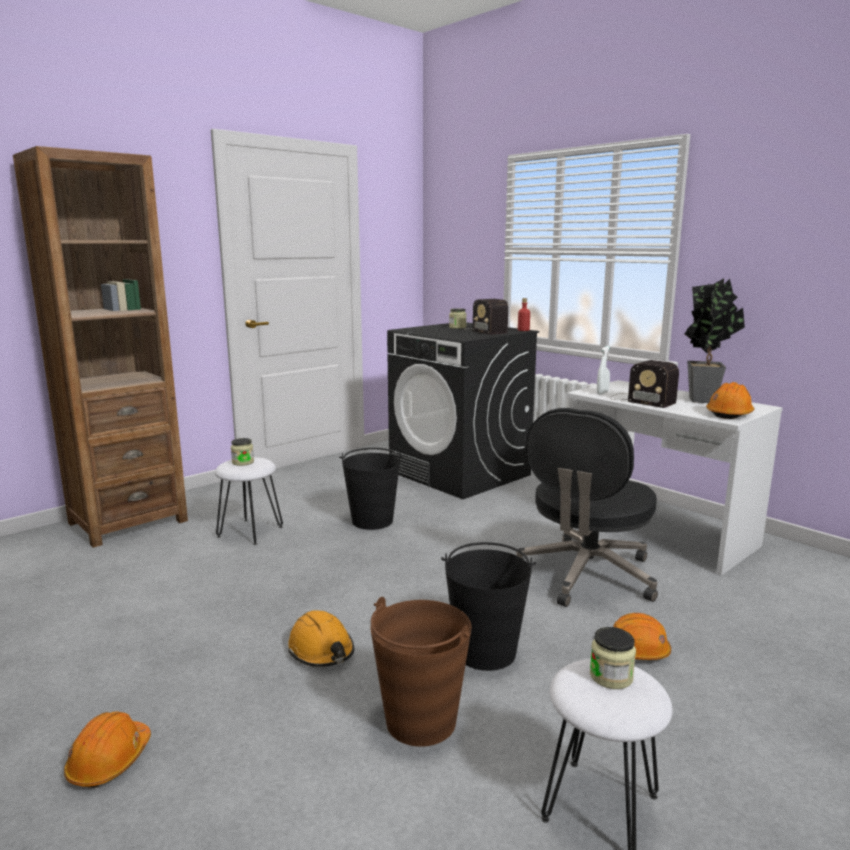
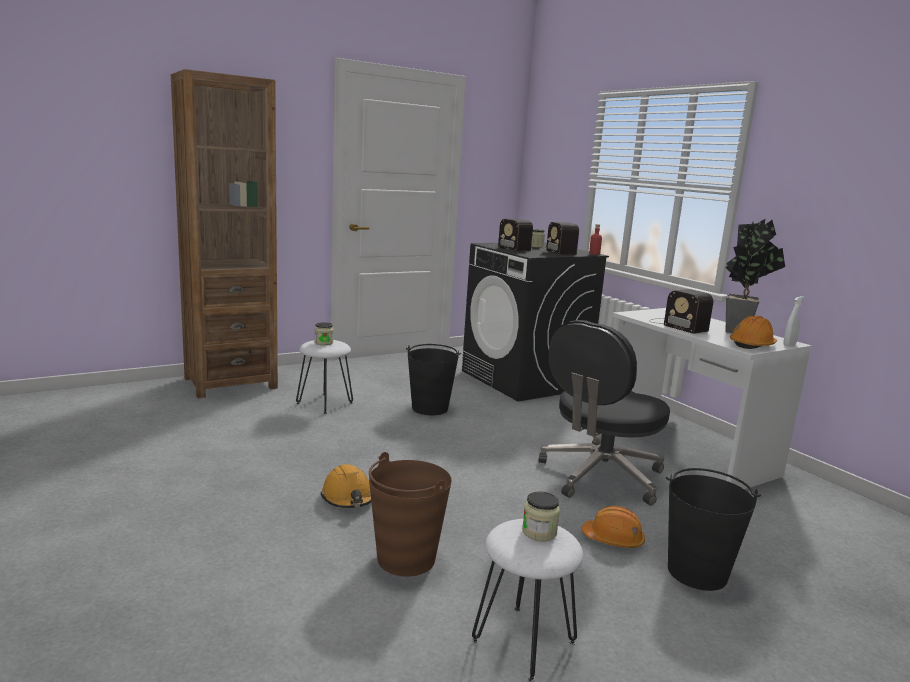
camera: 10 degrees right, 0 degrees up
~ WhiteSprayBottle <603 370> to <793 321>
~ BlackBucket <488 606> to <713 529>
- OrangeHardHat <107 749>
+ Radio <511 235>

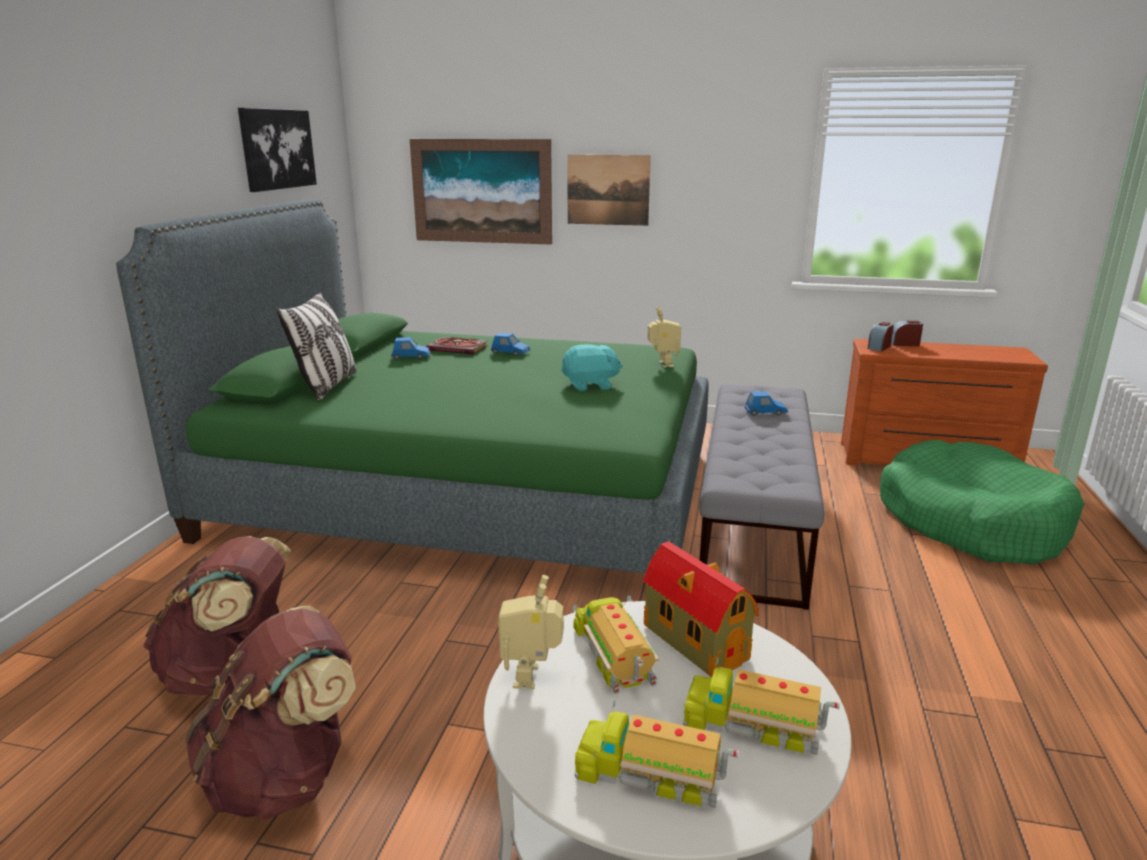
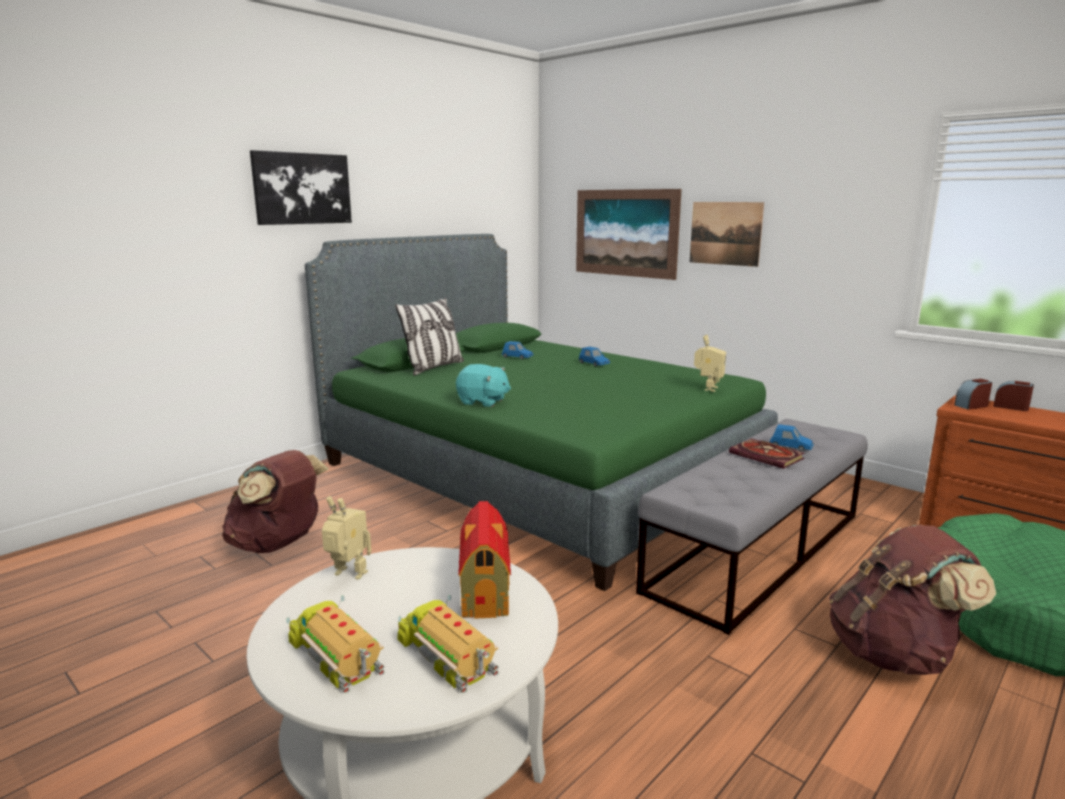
camera: 30 degrees right, 5 degrees down
~ Picture <277 150> to <301 187>
~ Book <457 345> to <766 453>
~ TurquoisePlushToy <592 367> to <483 385>
~ ToyRobot <531 632> = <346 538> 75 degrees clockwise
- ToyTruck <616 644>
~ BrownBackpack <270 713> to <912 600>

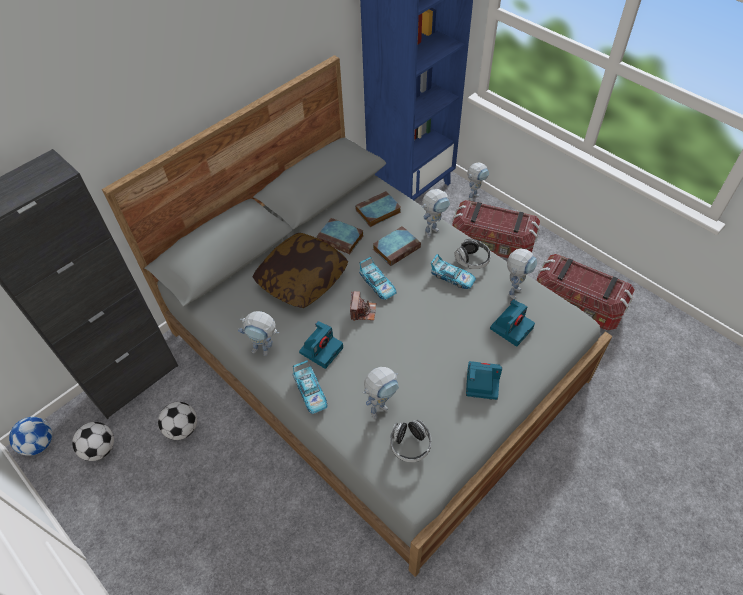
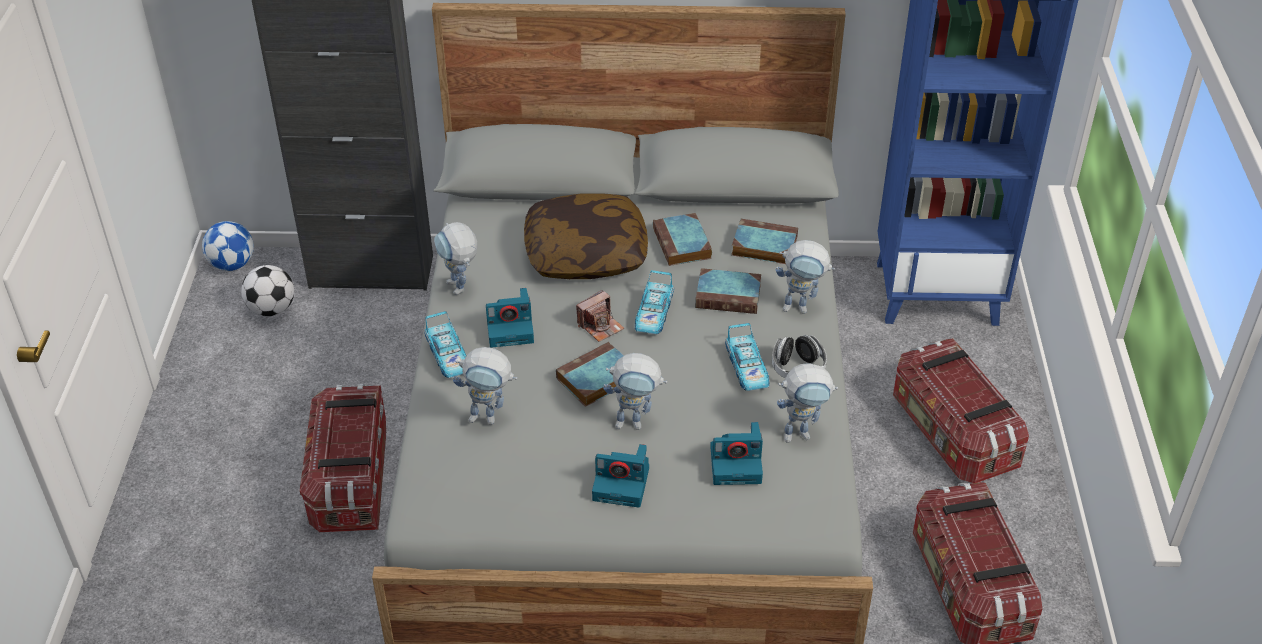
camera: 45 degrees right, 10 degrees down
~ ToyRobot <478 181> to <635 391>
~ ToyCar <309 387> = <445 344> 45 degrees counterclockwise
~ PhotoCamera <484 380> = <620 476> 135 degrees clockwise
- Football <177 421>
- Headphones <410 441>
+ Book <590 374>
+ StorageBox <343 458>

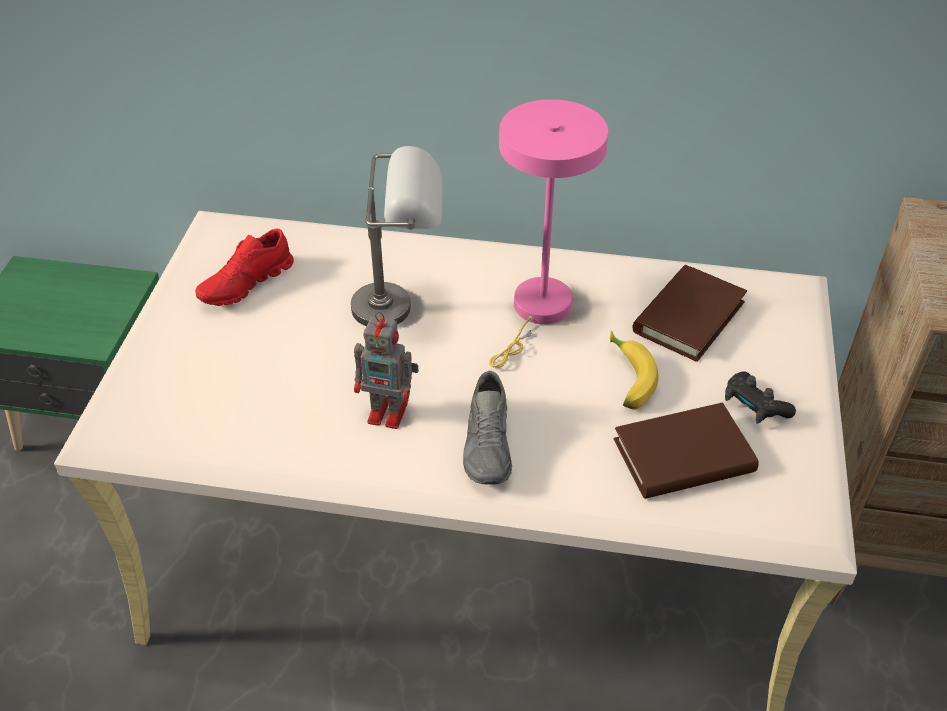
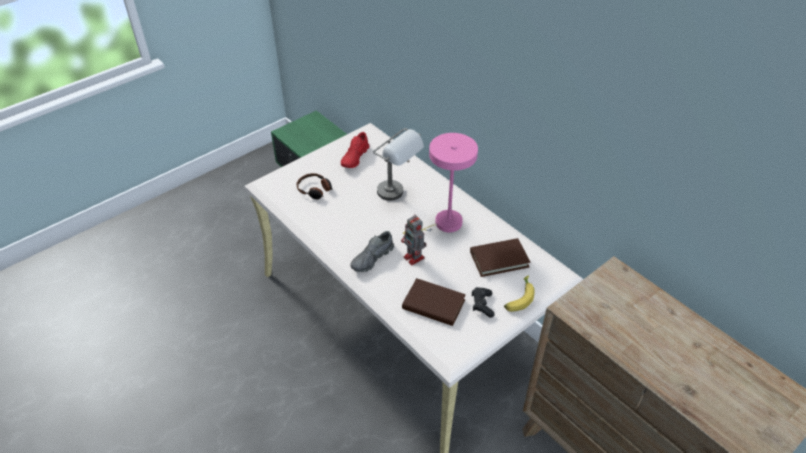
camera: 40 degrees right, 0 degrees up
~ RedShoe <244 267> = <355 150> 60 degrees counterclockwise
~ ToyRobot <386 370> to <414 239>
~ Banana <634 370> to <519 293>
+ Headphones <314 186>

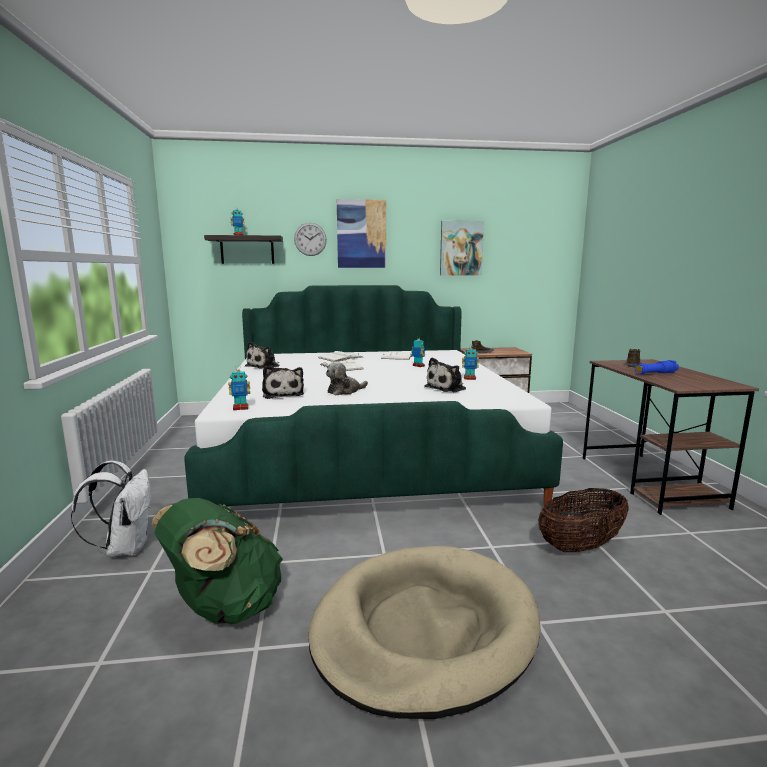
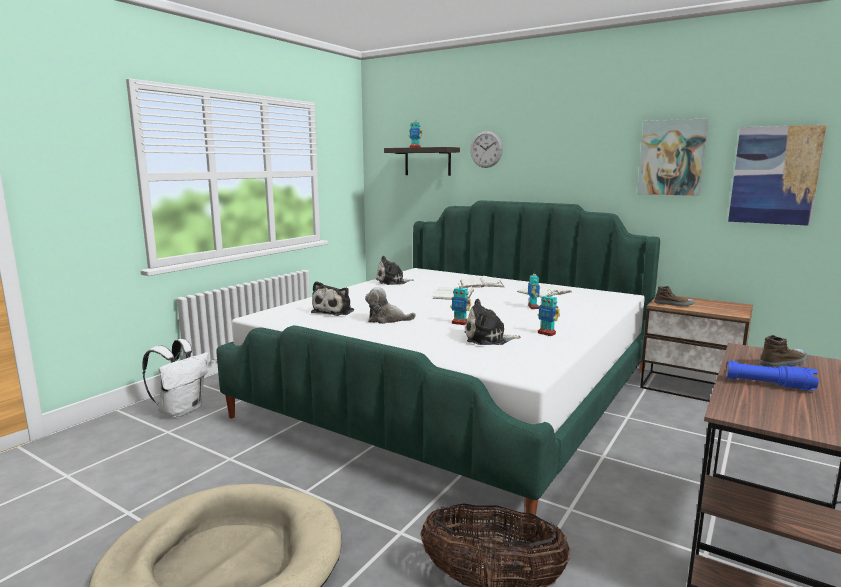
camera: 40 degrees right, 0 degrees up
~ Picture <361 233> to <777 175>
~ ToyRobot <239 387> to <460 303>
- GreenBackpack <217 561>

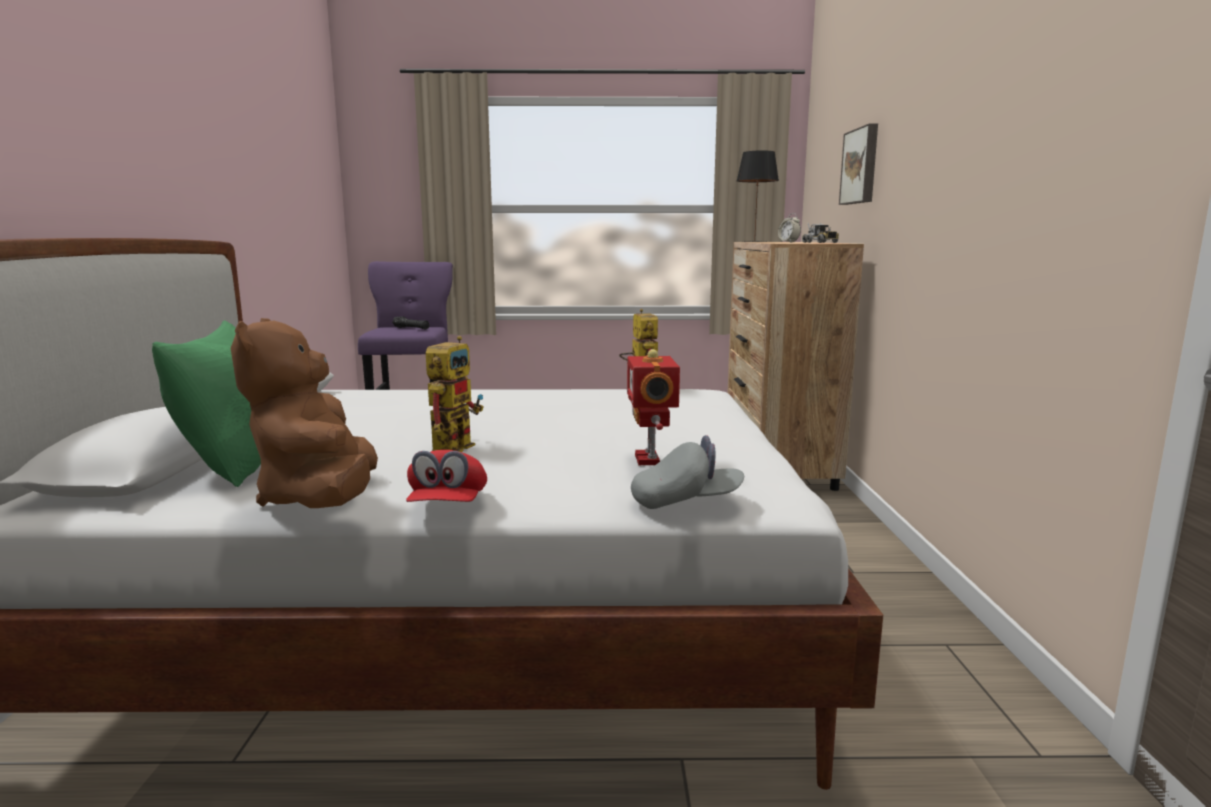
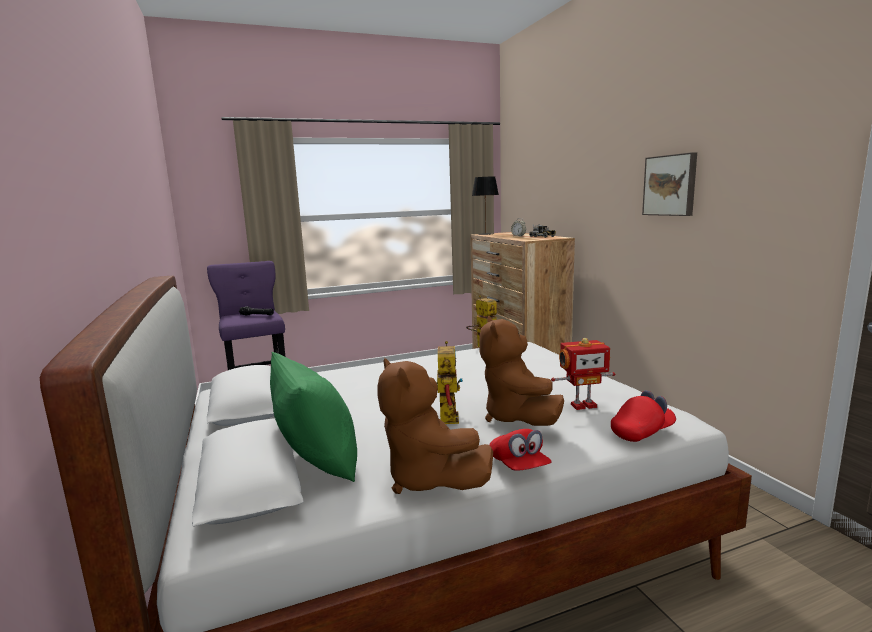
camera: 20 degrees left, 0 degrees up
~ Picture <858 164> to <669 184>
~ ToyRobot <653 407> = <583 374> 75 degrees counterclockwise
~ GreyCap <687 472> to RedCap <643 416>
+ BrownPlushToy <522 371>

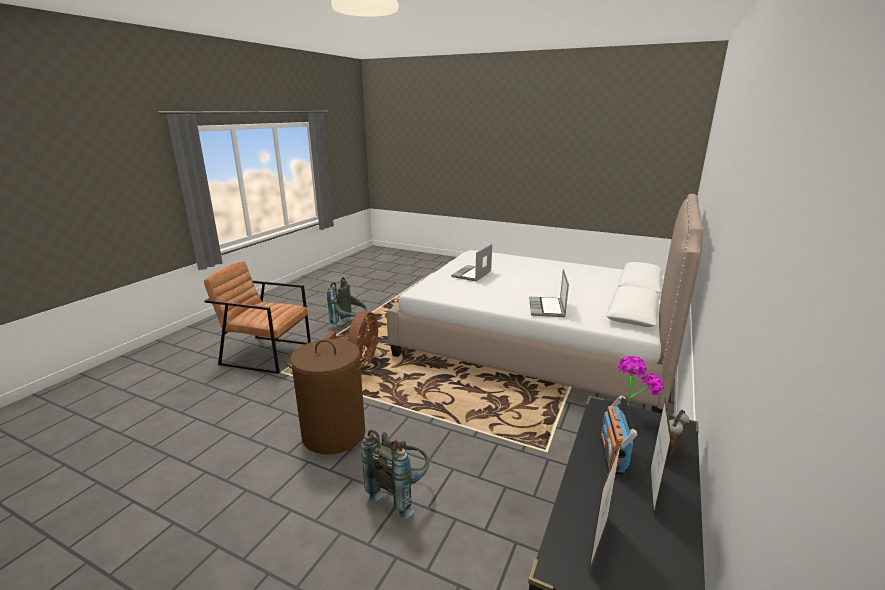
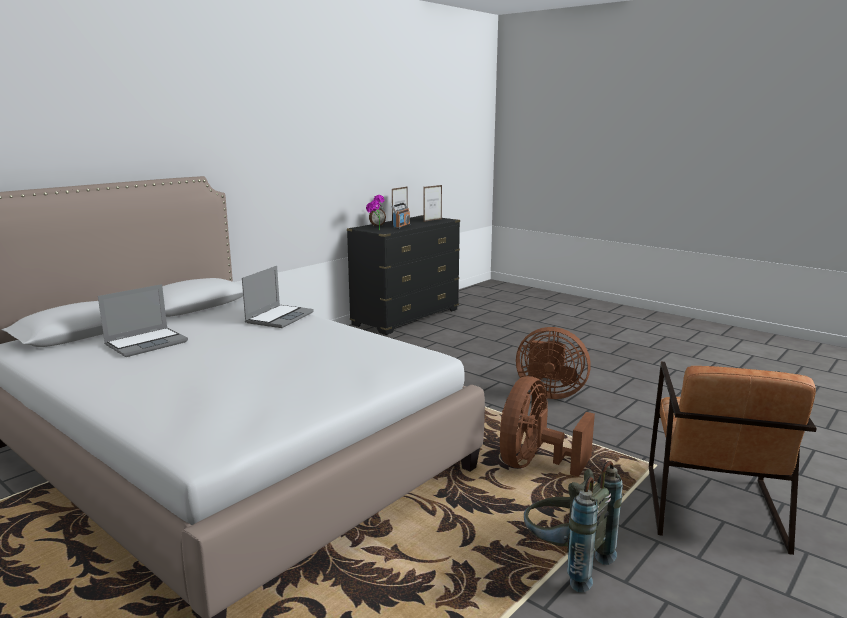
camera: 165 degrees left, 5 degrees down
~ Laptop <471 262> to <143 320>
~ BrownArmchair <257 318> = <733 458> 75 degrees clockwise
~ BrownLaundryBasket <326 396> to BrownFan <553 363>
- GreyBackpack <395 474>

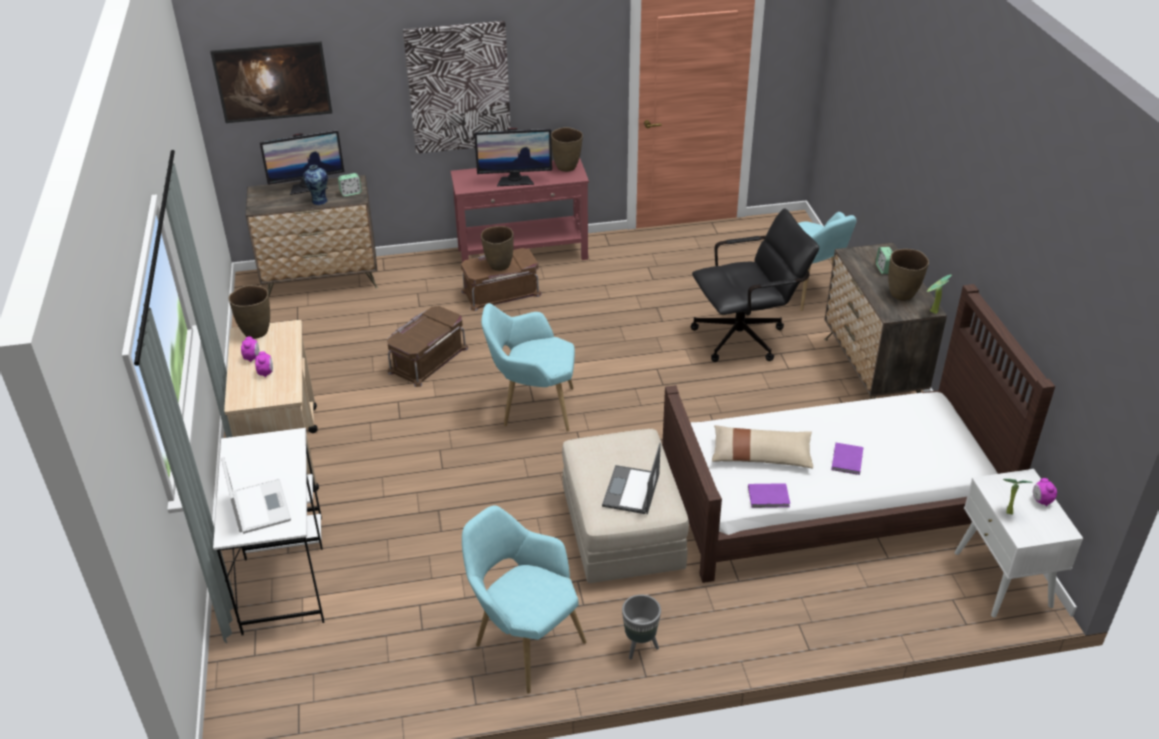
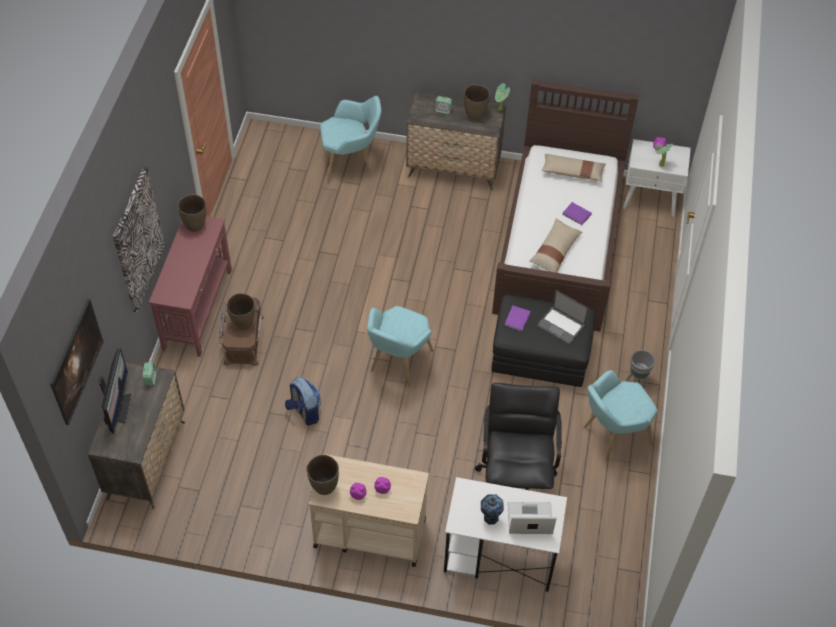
camera: 70 degrees left, 15 degrees up
- Monitor <513 157>
~ Vase <315 185> to <492 509>
~ BlackOfficeChair <754 285> to <518 436>
~ BrownStorageBox <427 346> to Backpack <303 401>
~ BeigeOttoman <625 506> to BlackOttoman <543 340>
~ PurpleBook <769 495> to <517 318>
+ BeigePillow <573 167>

